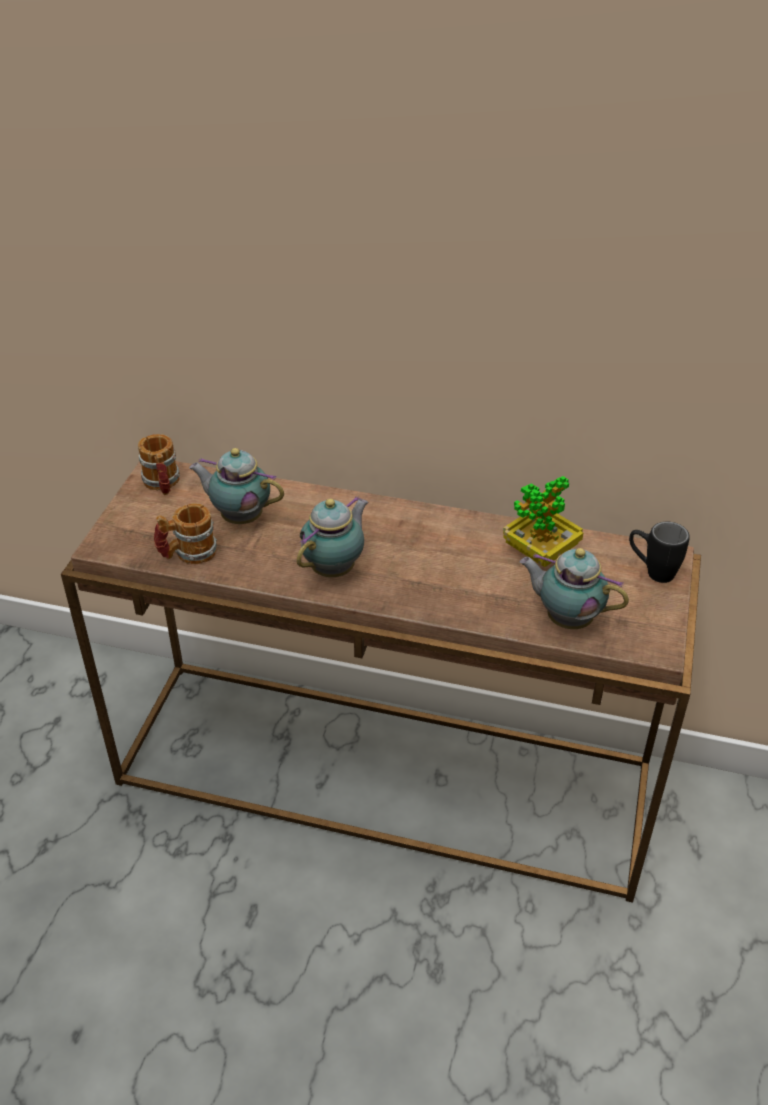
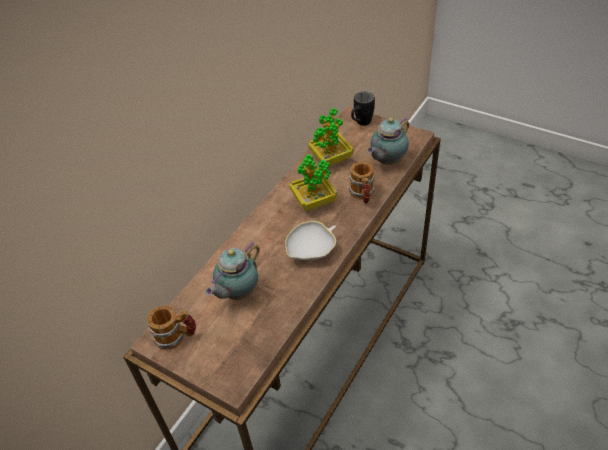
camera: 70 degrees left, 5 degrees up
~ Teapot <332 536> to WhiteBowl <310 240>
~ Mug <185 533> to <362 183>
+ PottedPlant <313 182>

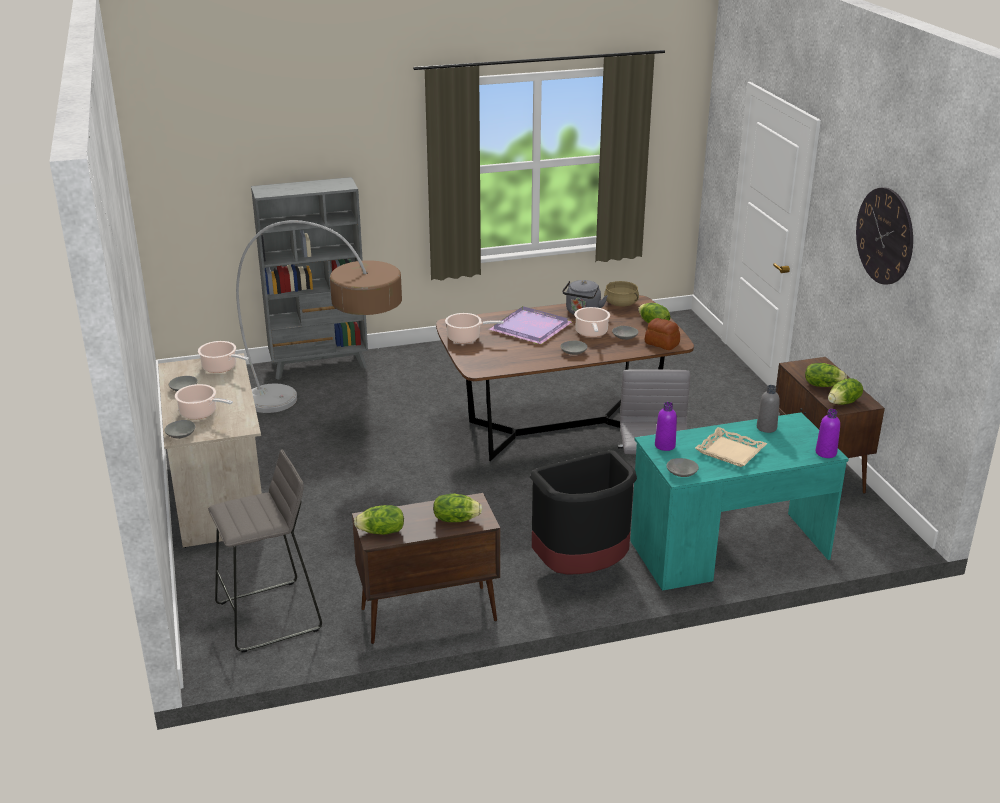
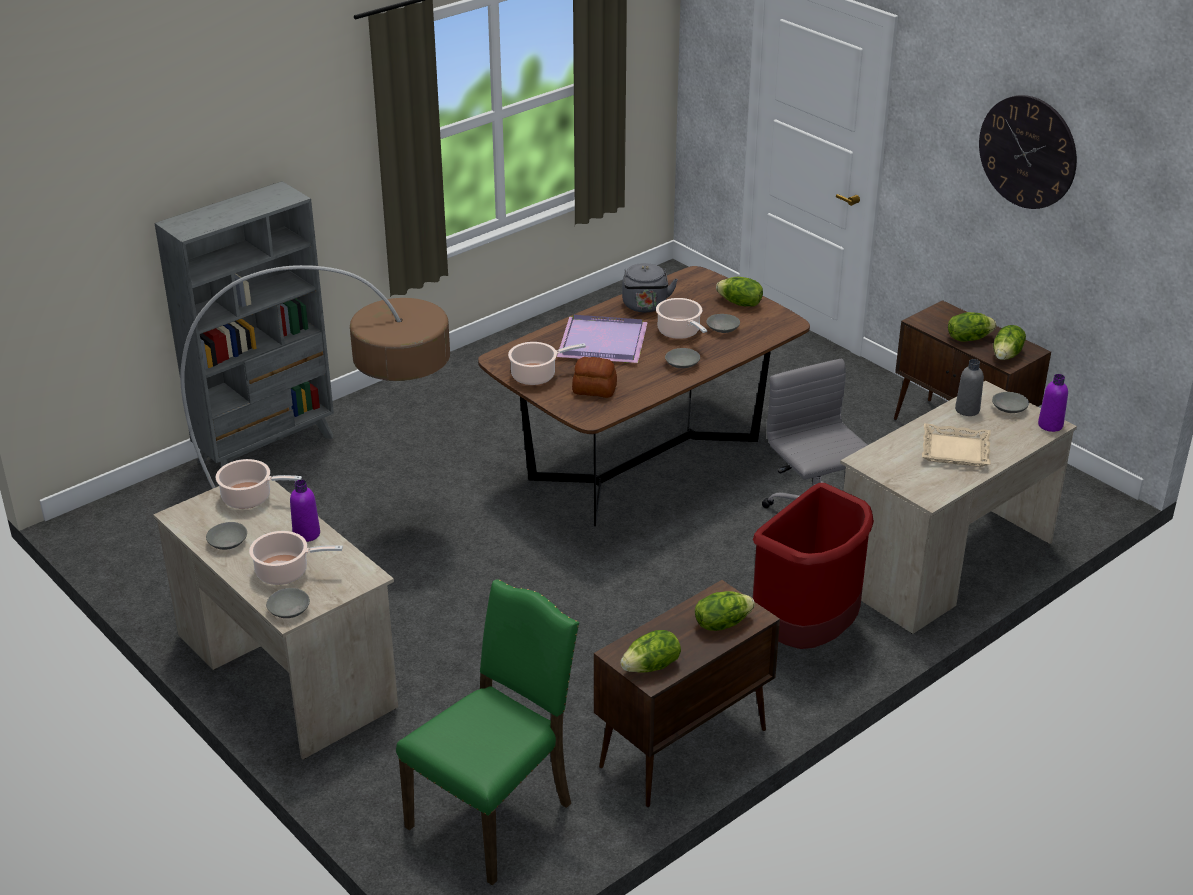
camera: 25 degrees left, 5 degrees up
- BeigeCookingPot <621 294>
~ Bread <662 334> to <594 377>
~ PurpleBottle <666 426> to <305 511>
~ TurquoiseDesk <739 501> to BeigeDesk <958 507>
~ GreyStool <265 550> to GreenChair <487 732>
~ BlackTrashCan <583 512> to RedTrashCan <813 566>
~ GreyBowl <682 467> to <1010 402>

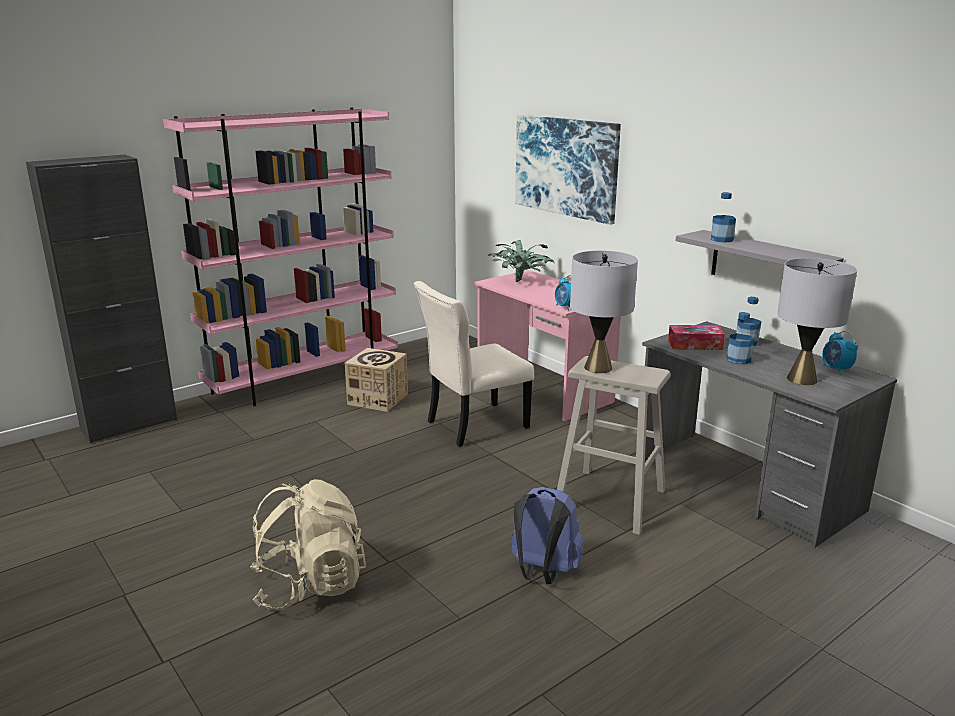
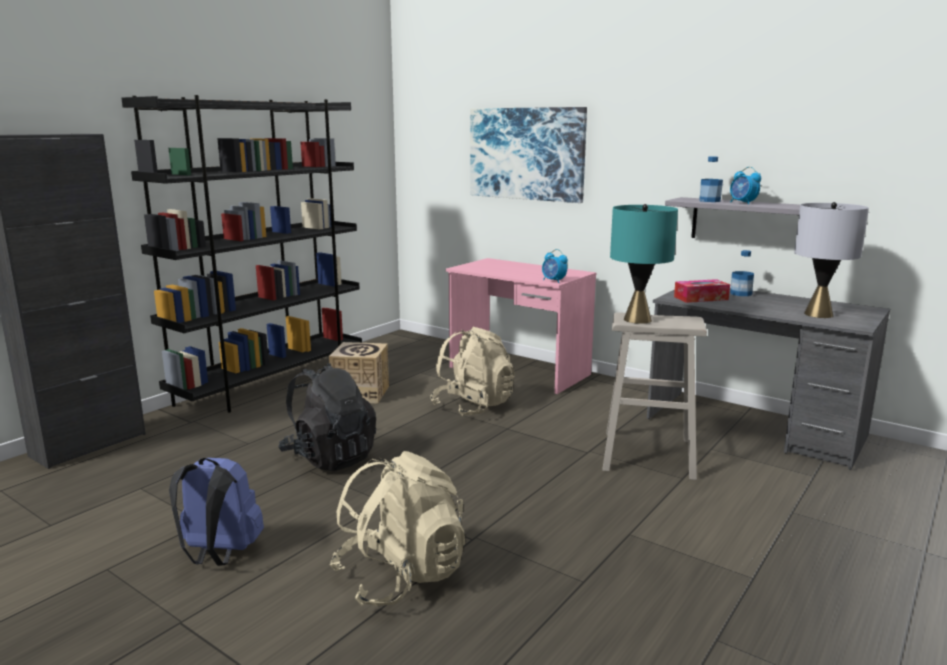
camera: 15 degrees left, 5 degrees down
~ PinkBookcase <280 256> to BlackBookcase <241 254>
- PottedPlant <521 261>
~ GreyTableLamp <604 312> to TurquoiseTableLamp <644 264>
~ BeigeChair <474 364> to BeigeBackpack <472 371>
- Bottle <740 338>
~ AlarmClock <840 353> to <745 185>
~ BlueBackpack <548 535> to <216 511>
+ BlackBackpack <327 417>

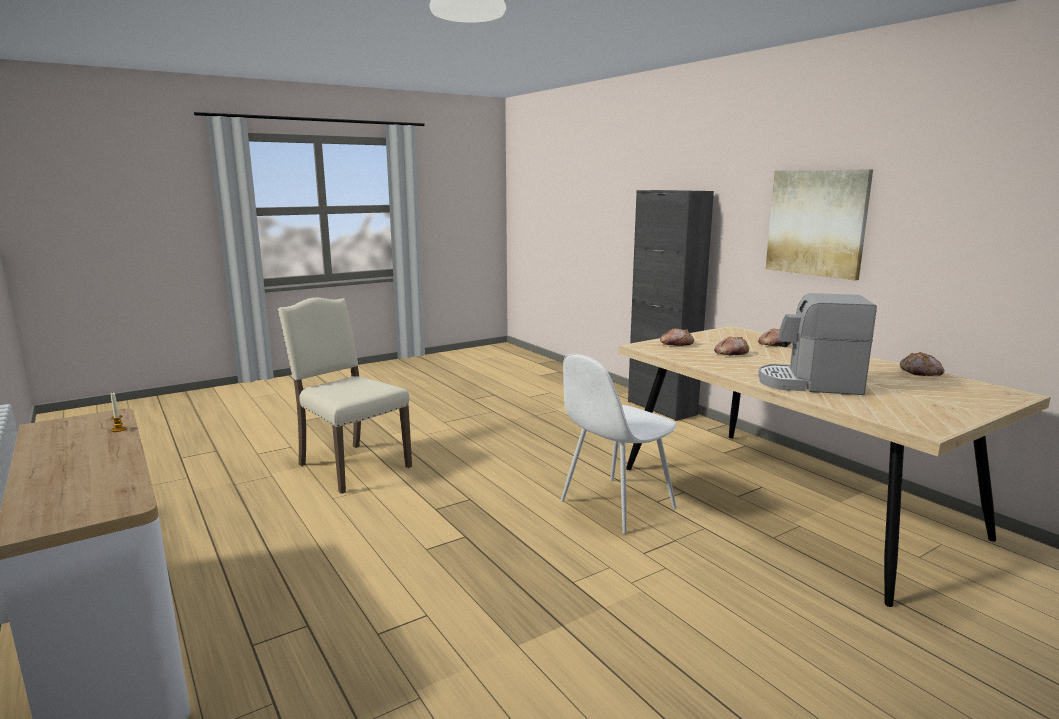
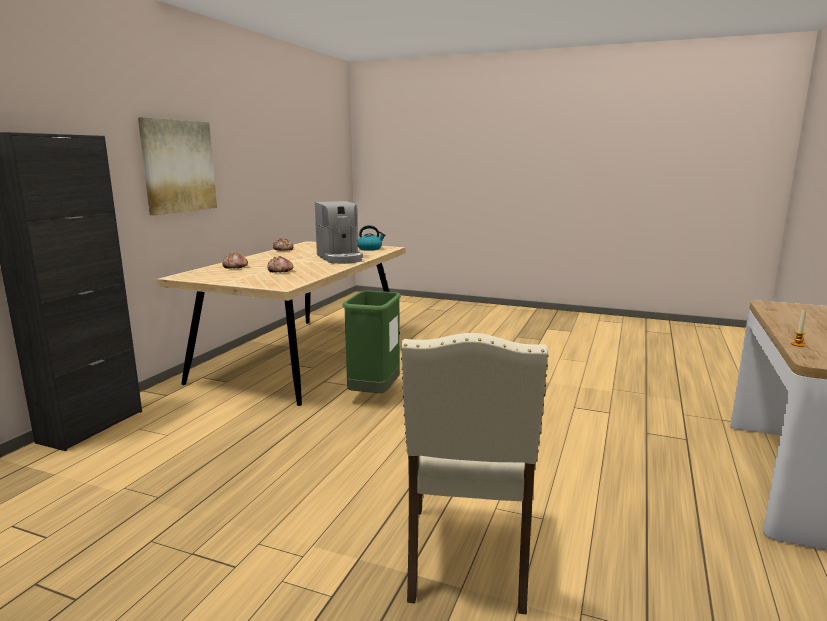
camera: 125 degrees left, 0 degrees up
- Bread <677 337>
~ WhiteChair <619 444> to GreenTrashCan <372 342>
+ Kettle <371 238>

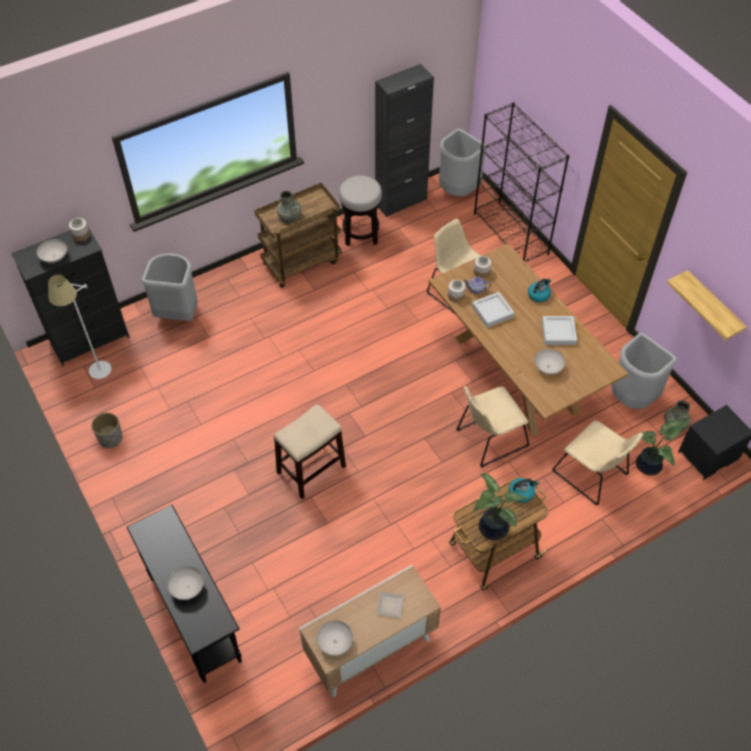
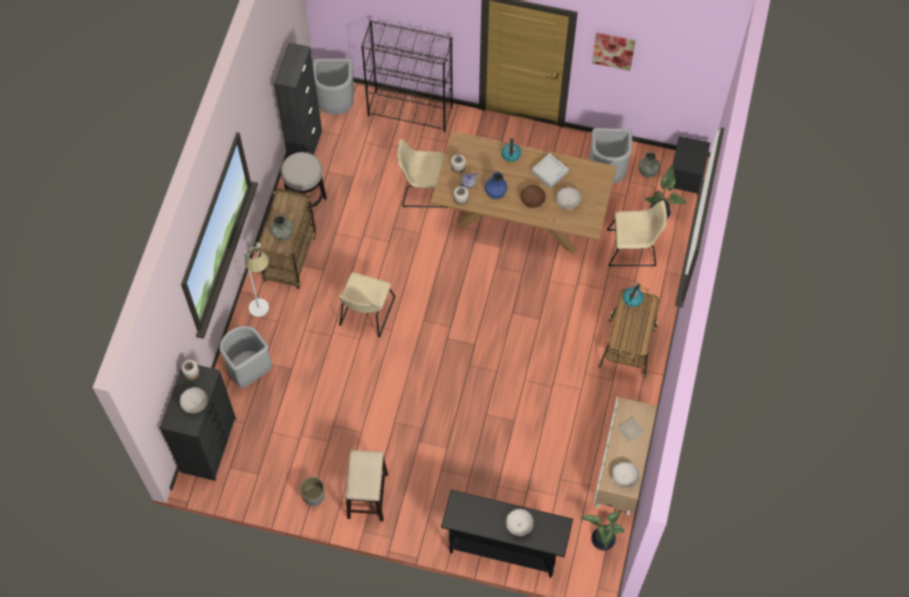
camera: 45 degrees left, 10 degrees up
- Shelf <707 305>
~ WhiteFloorLamp <79 327> to <256 280>
~ GreyTray <493 310> to BlueVase <495 185>
~ BeigeChair <492 426> to <367 304>
~ Stool <310 451> to <366 485>
~ PottedPlant <500 506> to <602 530>
+ Picture <614 51>
+ BrownBowl <533 196>

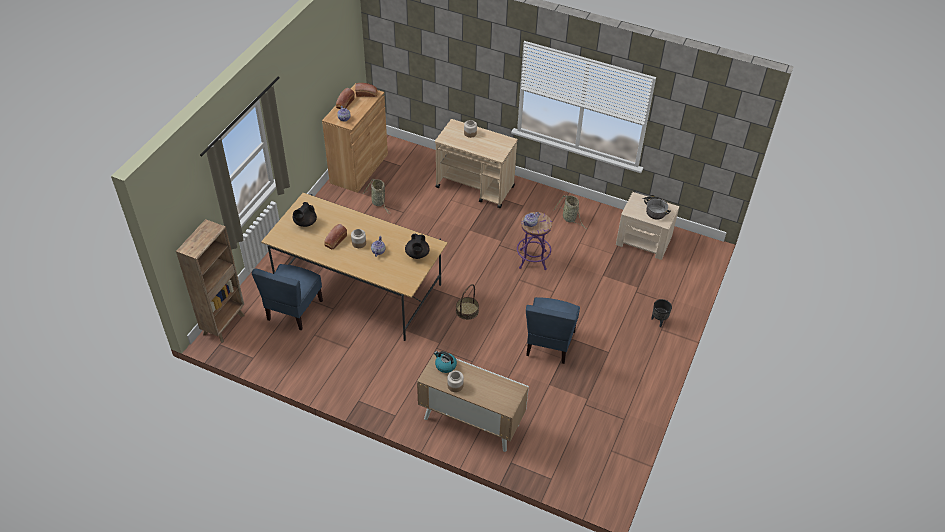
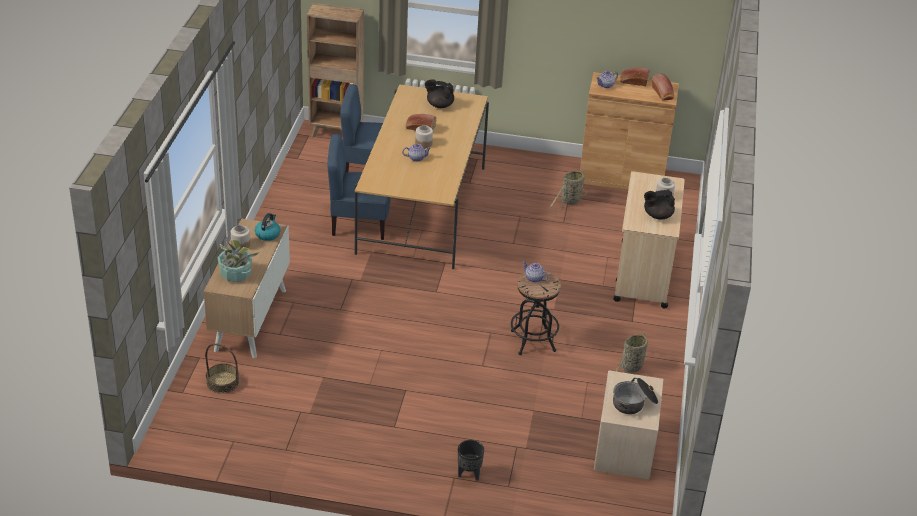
camera: 75 degrees right, 10 degrees down
~ PurpleStool <534 241> to BlackStool <536 313>
~ BlackTeapot <417 246> to <659 204>
~ Basket <467 302> to <222 368>
~ BlueChair <553 330> to <359 187>
+ PottedPlant <239 261>

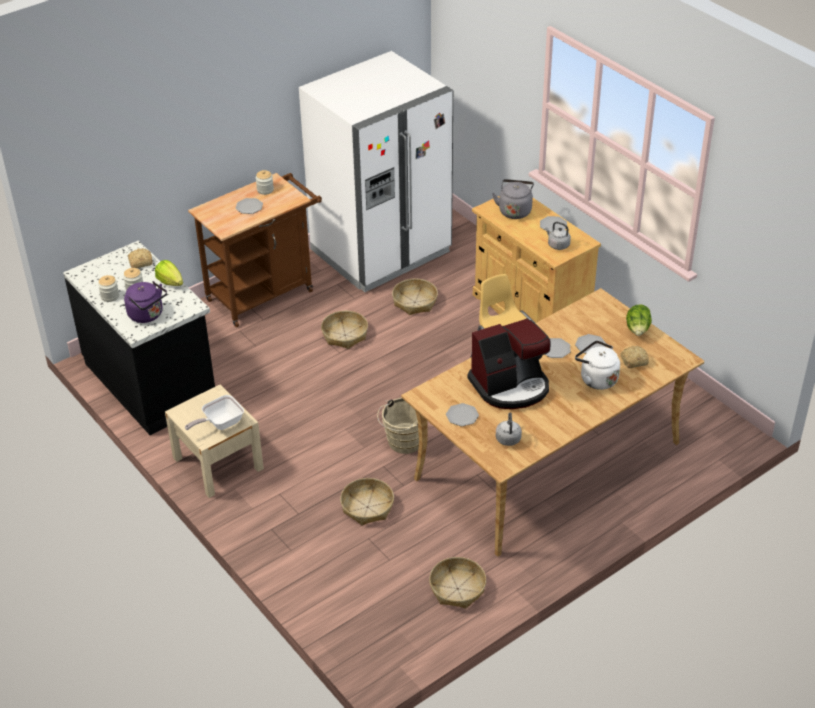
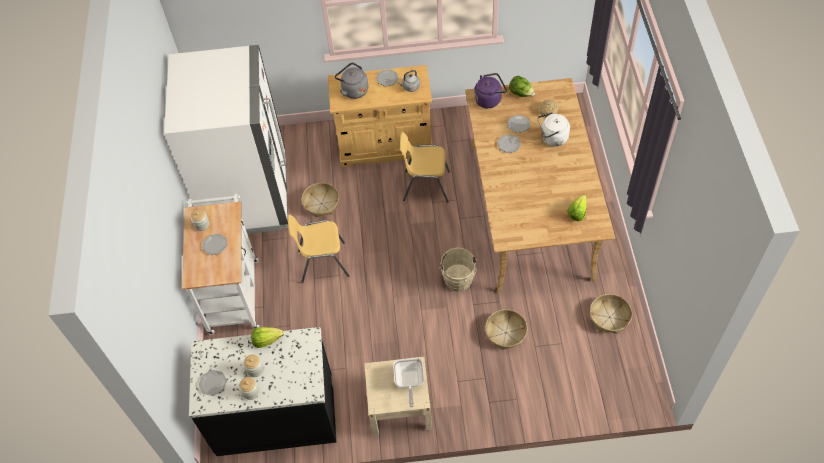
camera: 55 degrees left, 15 degrees up
~ BrownCart <255 250> to WhiteCart <221 264>
- Bread <140 258>
~ PurpleKettle <145 302> to <490 90>
~ Basket <344 330> to YellowChair <318 248>
- CoffeeMachine <509 363>
~ Plate <462 414> to <213 383>
~ GreyKettle <509 429> to Lettuce <577 207>

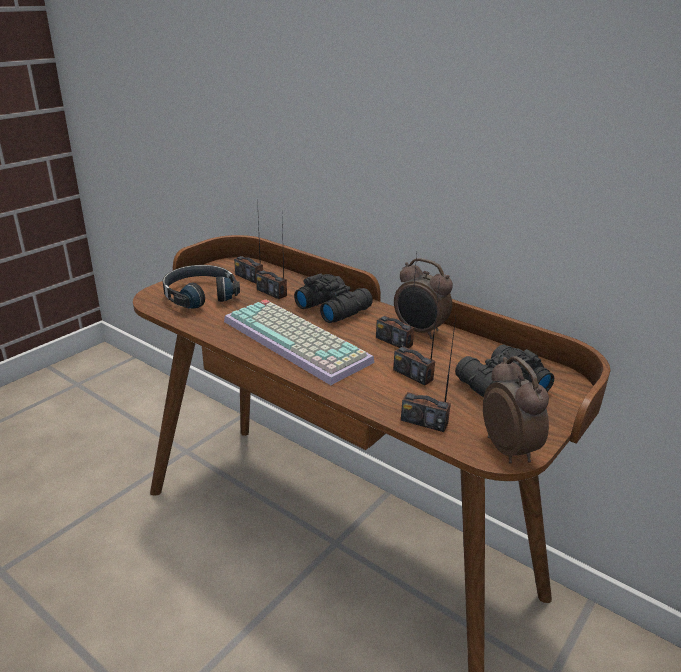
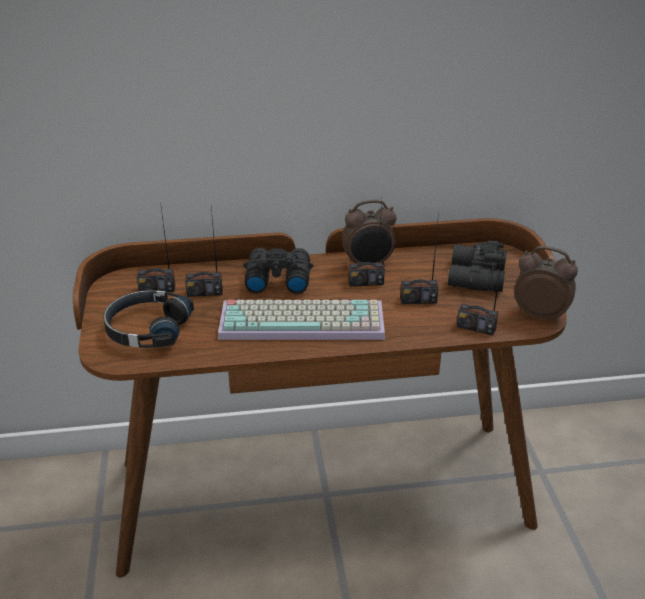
camera: 45 degrees left, 5 degrees up
~ Radio <428 374> = <480 290> 45 degrees clockwise

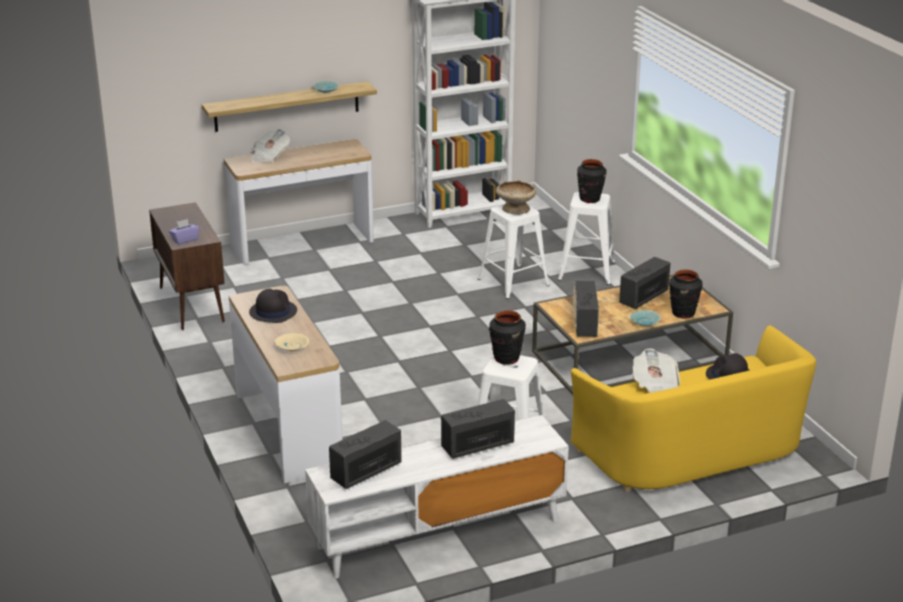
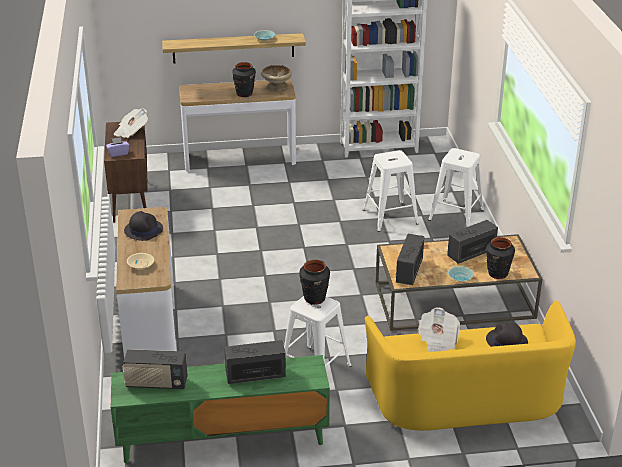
camera: 15 degrees right, 5 degrees up
~ Newspaper <270 146> to <131 123>
~ BlackVase <592 181> to <244 79>
~ BeigeBowl <516 197> to <276 78>
~ WhiteTvStand <437 497> to GreenTvStand <220 409>
~ Radio <365 454> = <155 369> 150 degrees counterclockwise

